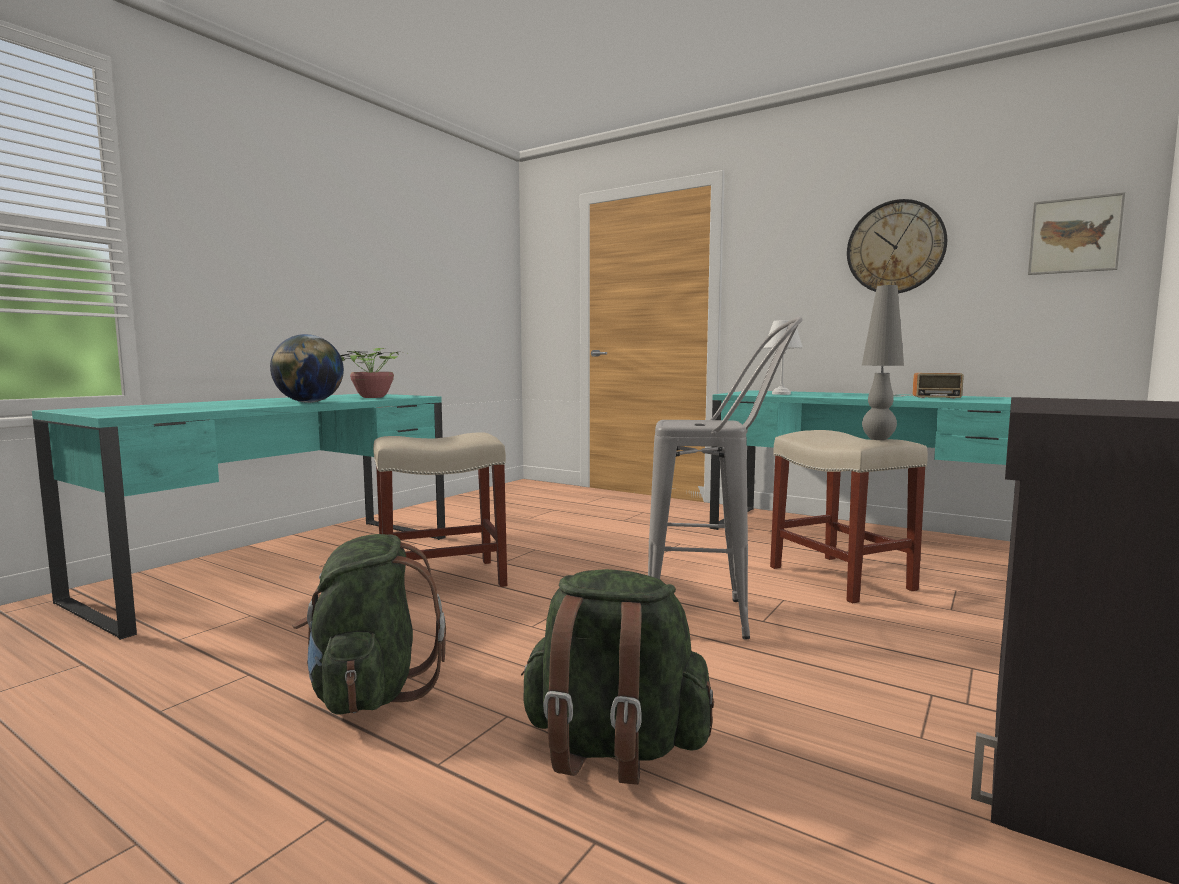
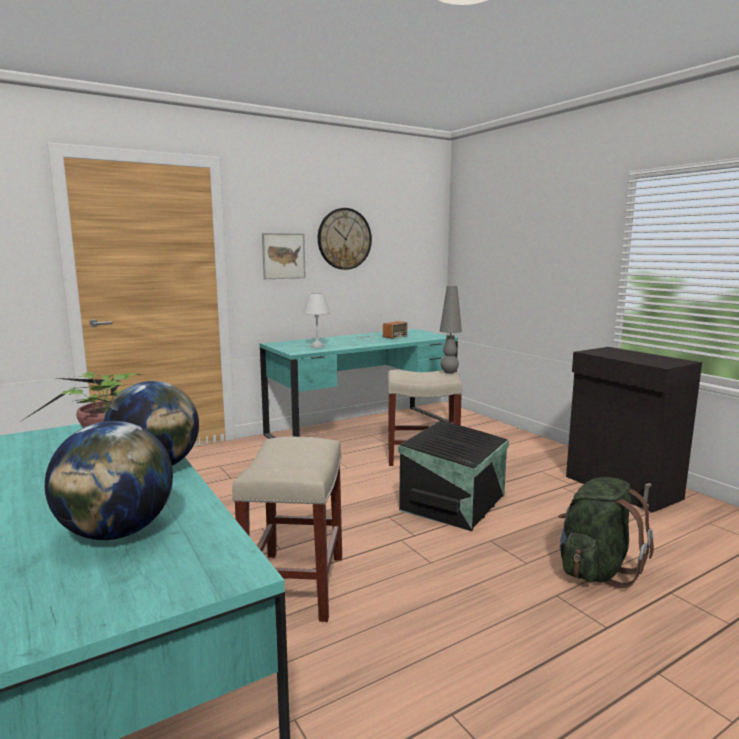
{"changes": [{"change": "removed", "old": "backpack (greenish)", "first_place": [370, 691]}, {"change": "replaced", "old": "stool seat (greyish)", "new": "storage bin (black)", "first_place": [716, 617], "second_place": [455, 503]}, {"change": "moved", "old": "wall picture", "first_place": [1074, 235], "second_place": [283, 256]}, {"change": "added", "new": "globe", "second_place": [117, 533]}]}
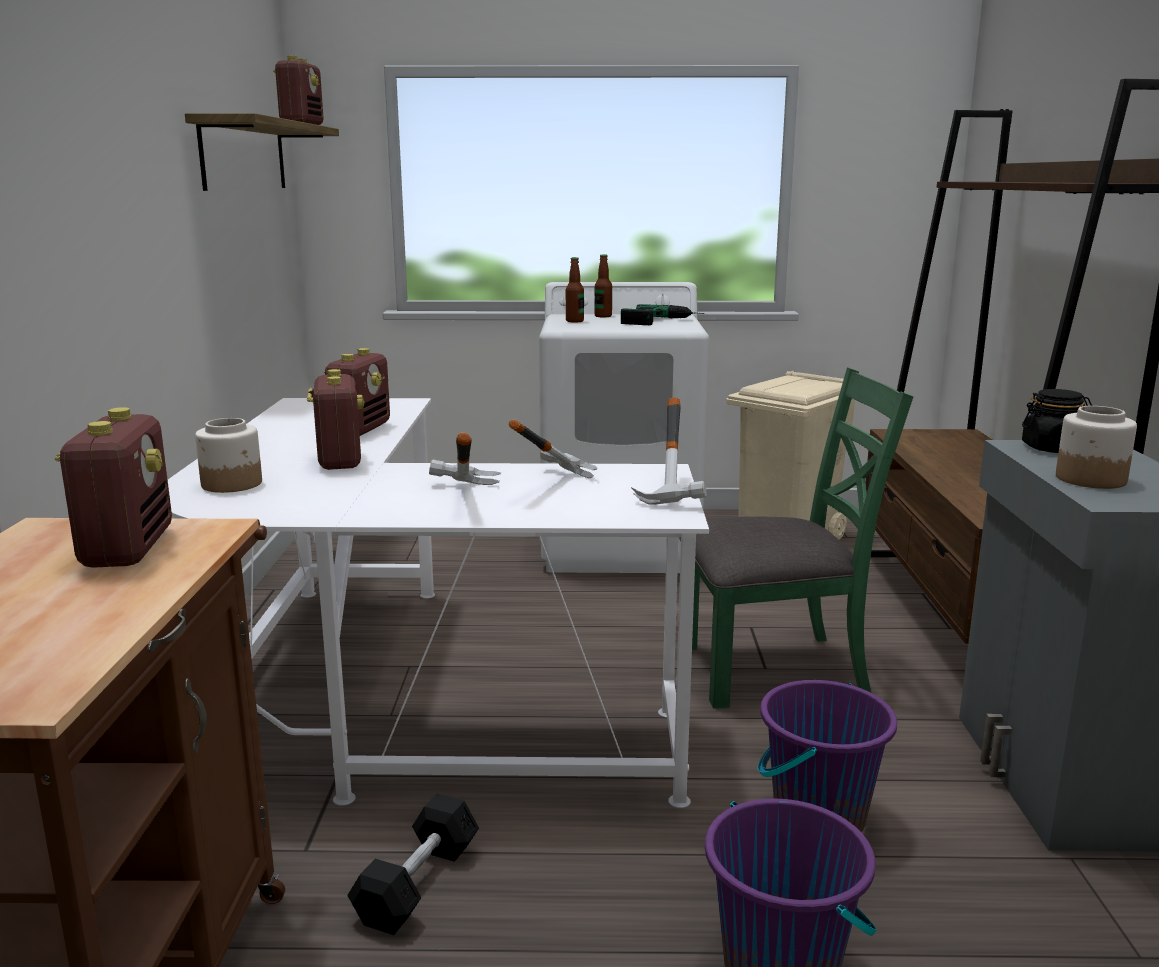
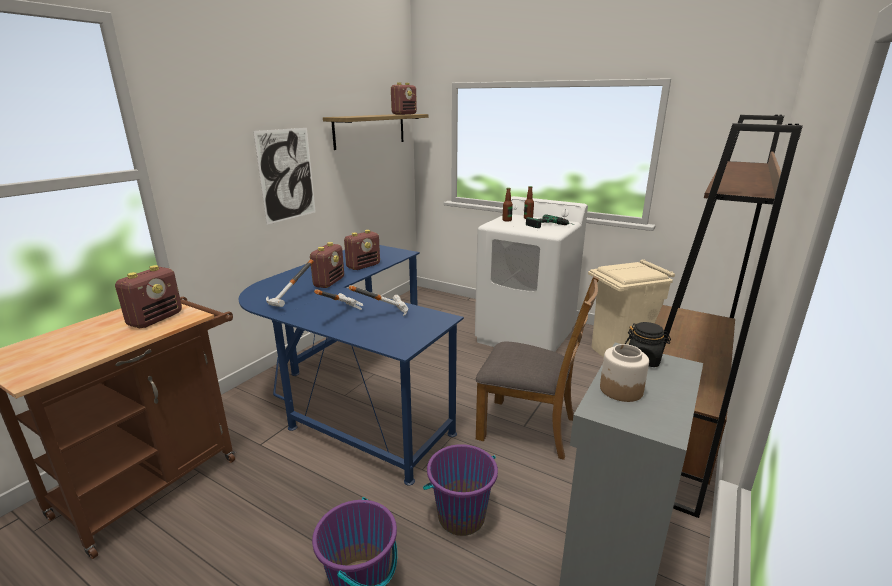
{"changes": [{"change": "recoloured", "old": "desk unit (white)", "new": "desk unit (blue)", "first_place": [401, 701], "second_place": [354, 390]}, {"change": "removed", "old": "storage jar", "first_place": [232, 484]}, {"change": "removed", "old": "dumbbell (black)", "first_place": [417, 884]}, {"change": "moved", "old": "tool hammer", "first_place": [680, 492], "second_place": [294, 302]}, {"change": "recoloured", "old": "upright chair (greenish)", "new": "upright chair (brown)", "first_place": [774, 668], "second_place": [528, 427]}, {"change": "added", "new": "wall picture", "second_place": [287, 175]}]}
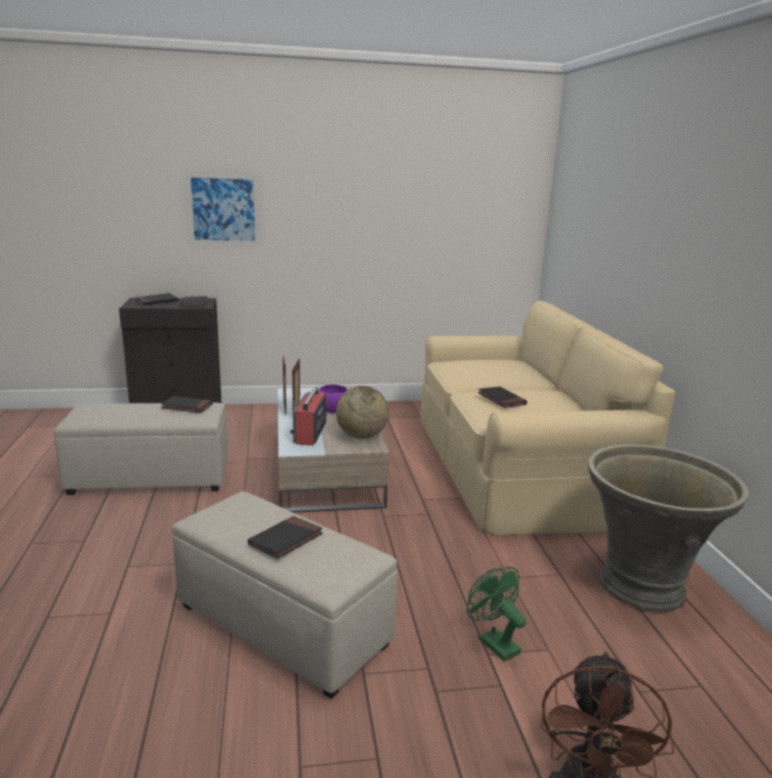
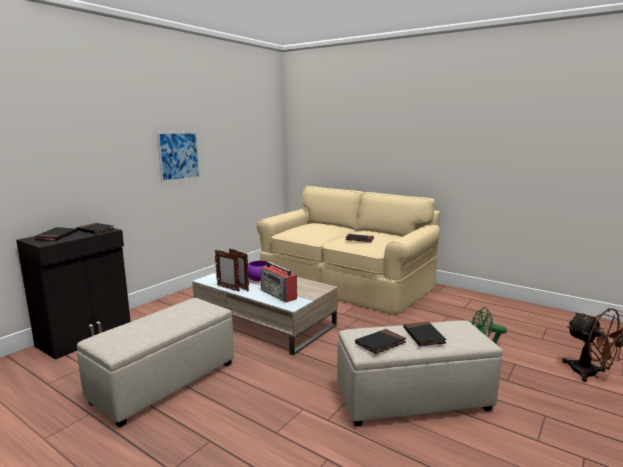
{"changes": [{"change": "moved", "old": "book (black)", "first_place": [187, 407], "second_place": [380, 343]}, {"change": "moved", "old": "wall picture", "first_place": [223, 209], "second_place": [179, 156]}, {"change": "removed", "old": "globe", "first_place": [361, 436]}, {"change": "removed", "old": "plant pot (greyish)", "first_place": [643, 586]}]}
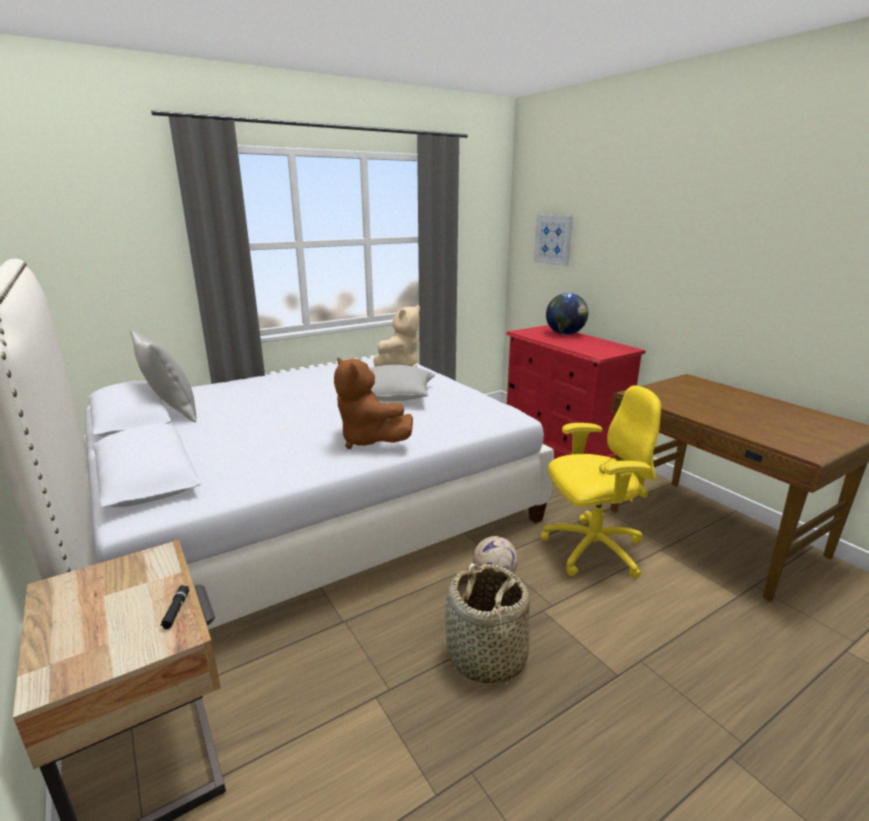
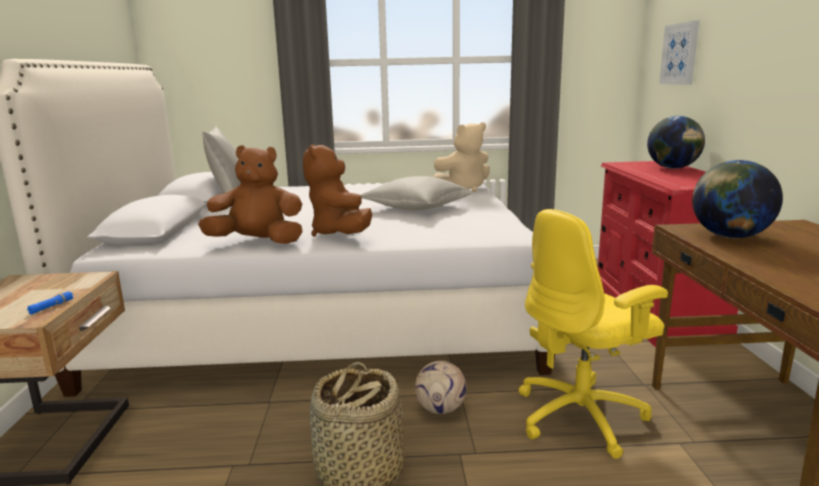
{"changes": [{"change": "recoloured", "old": "flashlight (black)", "new": "flashlight (blue)", "first_place": [176, 610], "second_place": [51, 306]}, {"change": "turned", "old": "office chair (yellow)", "first_place": [591, 549], "second_place": [582, 417], "degrees": 135}, {"change": "added", "new": "cuddly toy (brown)", "second_place": [258, 242]}, {"change": "added", "new": "globe", "second_place": [729, 236]}]}
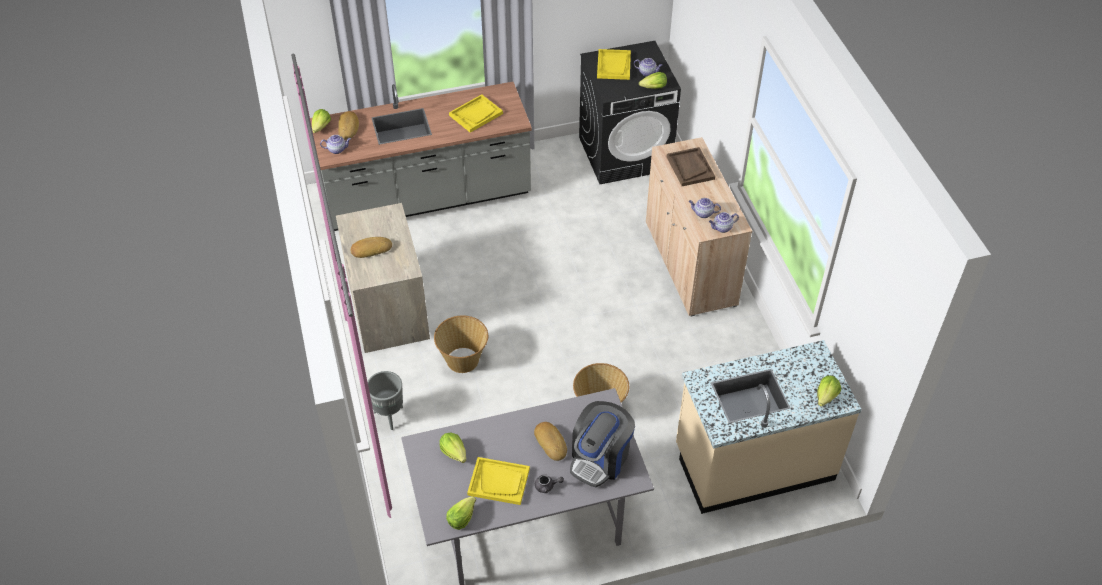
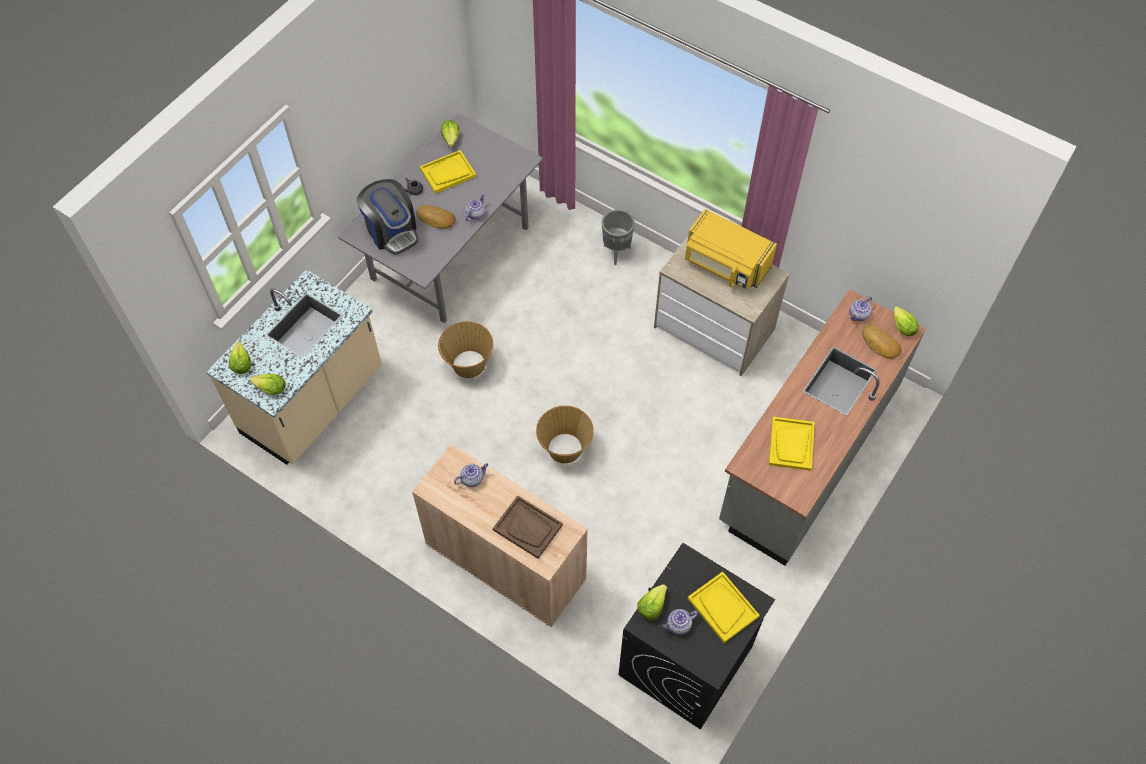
{"changes": [{"change": "replaced", "old": "baked bread", "new": "microwave (yellow)", "first_place": [371, 249], "second_place": [725, 265]}, {"change": "moved", "old": "basket", "first_place": [463, 359], "second_place": [565, 449]}, {"change": "moved", "old": "head of lettuce", "first_place": [454, 452], "second_place": [270, 388]}, {"change": "turned", "old": "coffee maker", "first_place": [600, 458], "second_place": [392, 231], "degrees": 150}, {"change": "moved", "old": "pot for tea", "first_place": [722, 228], "second_place": [475, 214]}]}
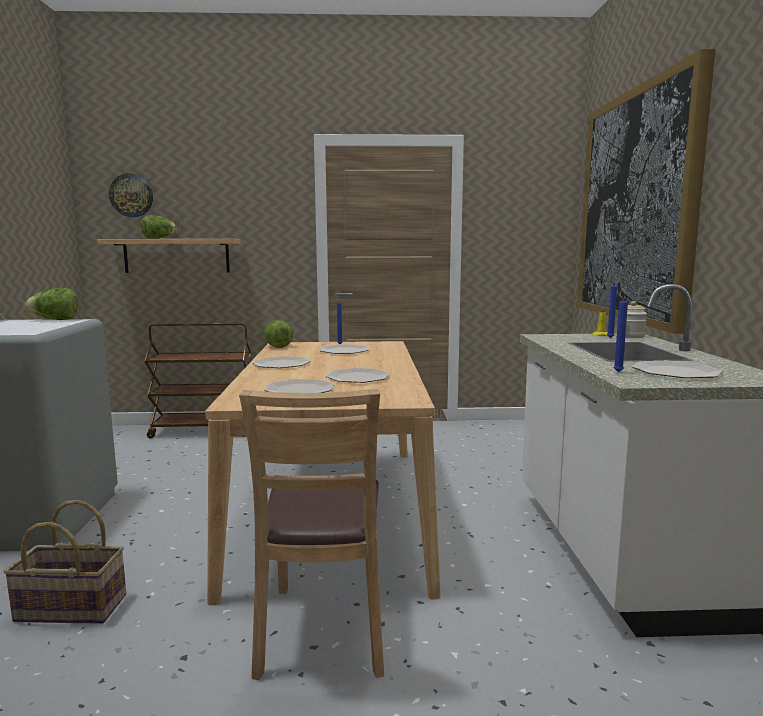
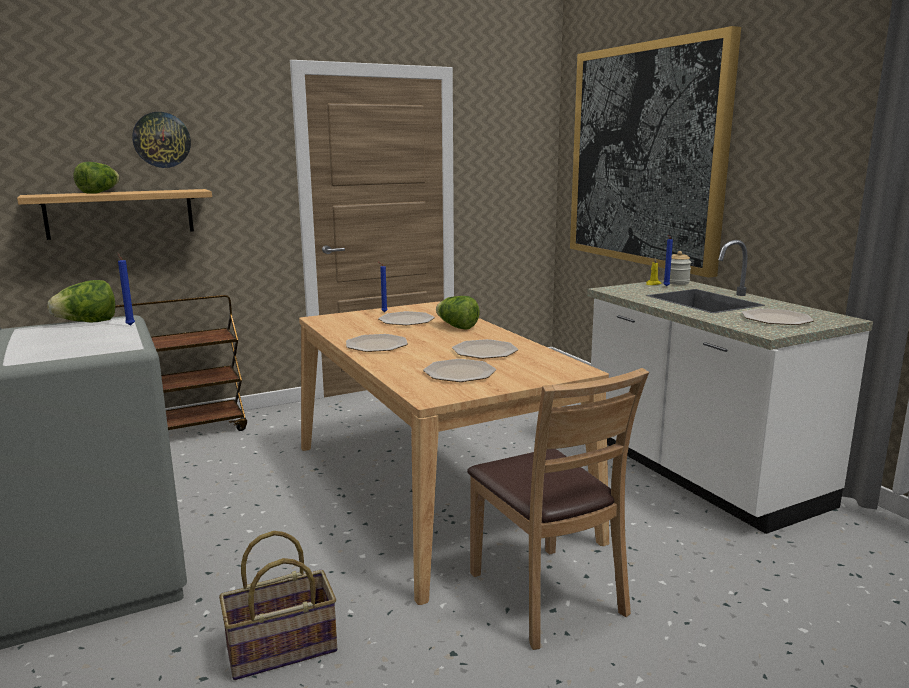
{"changes": [{"change": "moved", "old": "wall clock", "first_place": [131, 195], "second_place": [161, 140]}, {"change": "moved", "old": "head of lettuce", "first_place": [277, 346], "second_place": [457, 327]}, {"change": "moved", "old": "wax candle (blue)", "first_place": [617, 371], "second_place": [130, 325]}]}
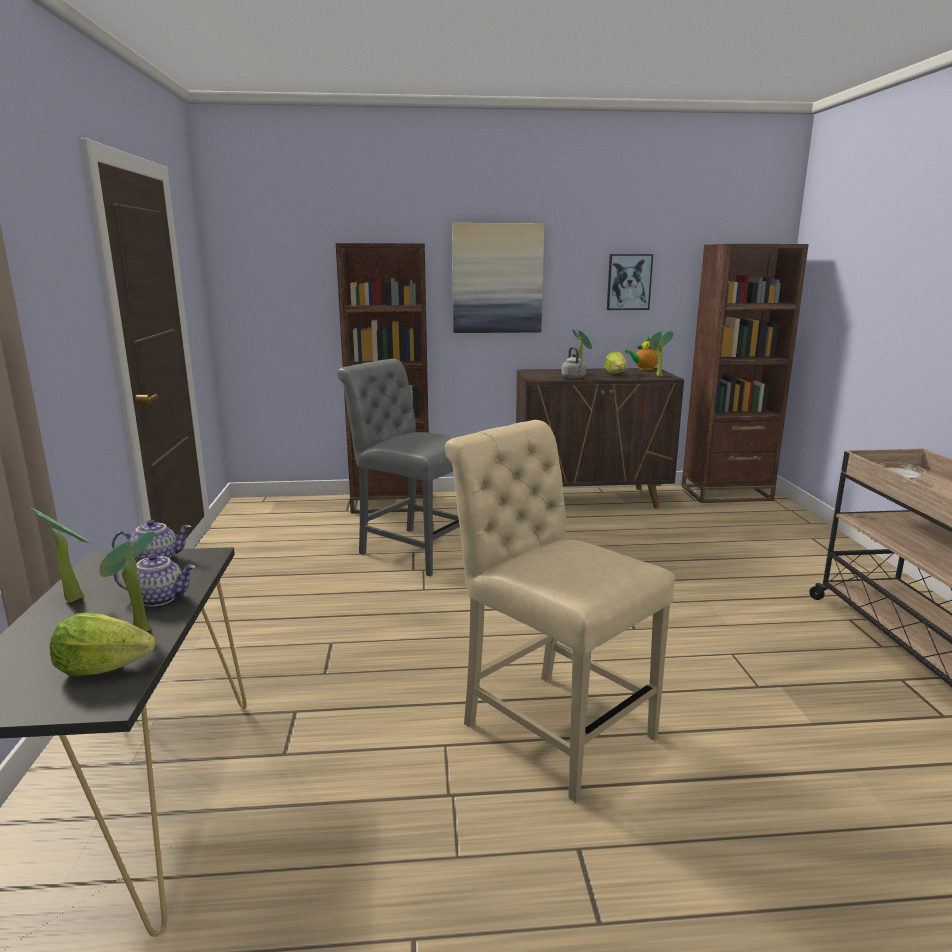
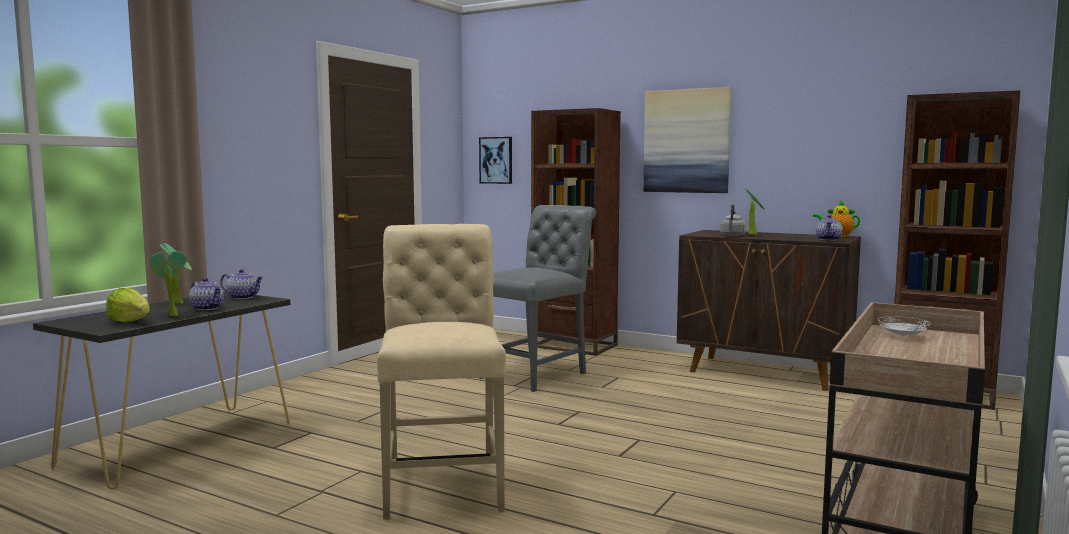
{"changes": [{"change": "turned", "old": "upright chair (greyish)", "first_place": [414, 549], "second_place": [537, 374], "degrees": 60}, {"change": "removed", "old": "head of lettuce", "first_place": [616, 374]}, {"change": "moved", "old": "wall picture", "first_place": [629, 282], "second_place": [496, 160]}, {"change": "replaced", "old": "potted plant", "new": "pot for tea", "first_place": [657, 375], "second_place": [829, 239]}]}
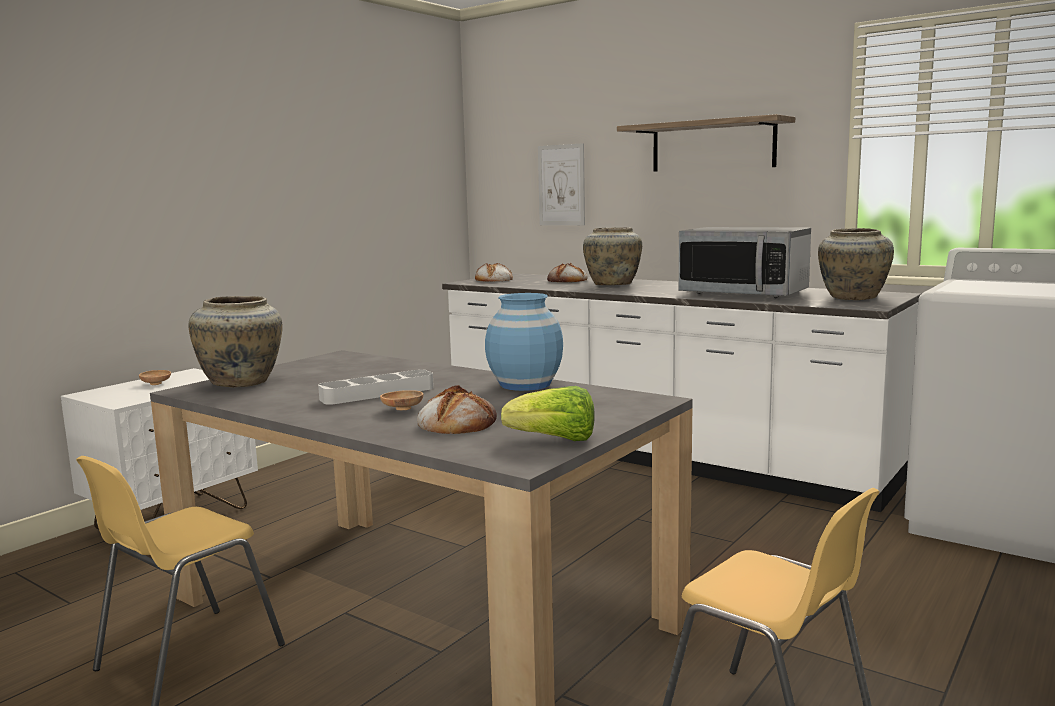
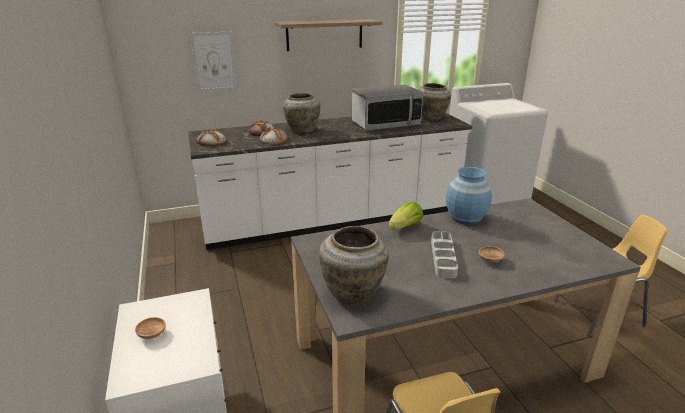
{"changes": [{"change": "moved", "old": "baked bread", "first_place": [456, 422], "second_place": [273, 140]}, {"change": "moved", "old": "head of lettuce", "first_place": [554, 440], "second_place": [405, 227]}]}
